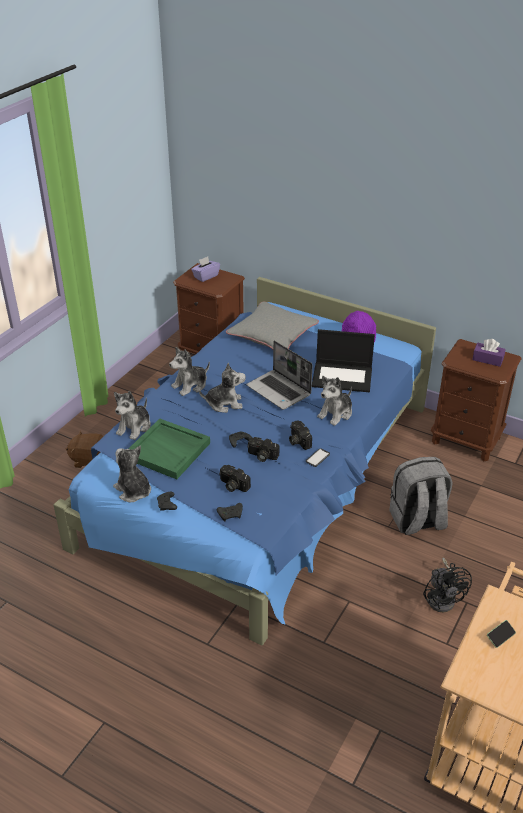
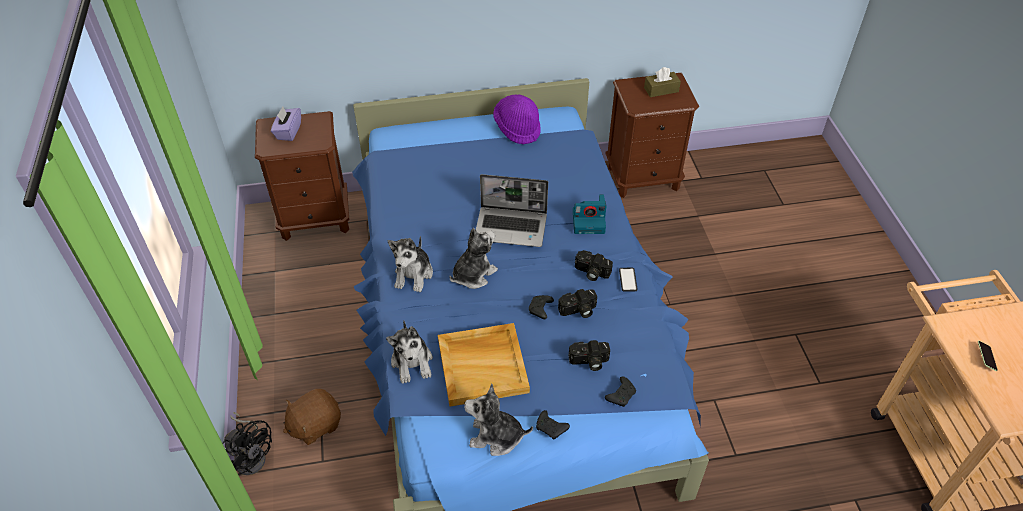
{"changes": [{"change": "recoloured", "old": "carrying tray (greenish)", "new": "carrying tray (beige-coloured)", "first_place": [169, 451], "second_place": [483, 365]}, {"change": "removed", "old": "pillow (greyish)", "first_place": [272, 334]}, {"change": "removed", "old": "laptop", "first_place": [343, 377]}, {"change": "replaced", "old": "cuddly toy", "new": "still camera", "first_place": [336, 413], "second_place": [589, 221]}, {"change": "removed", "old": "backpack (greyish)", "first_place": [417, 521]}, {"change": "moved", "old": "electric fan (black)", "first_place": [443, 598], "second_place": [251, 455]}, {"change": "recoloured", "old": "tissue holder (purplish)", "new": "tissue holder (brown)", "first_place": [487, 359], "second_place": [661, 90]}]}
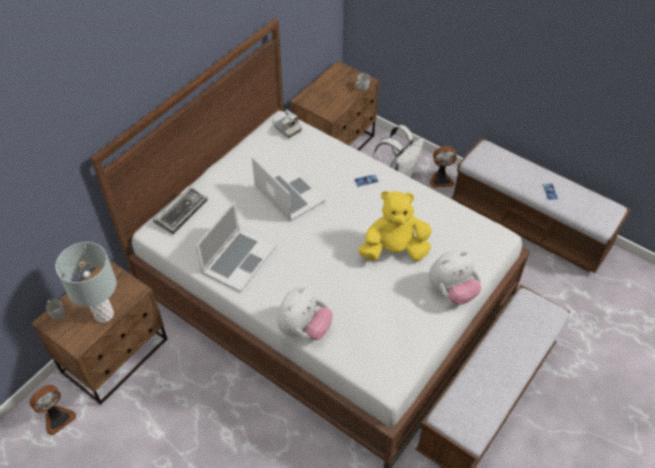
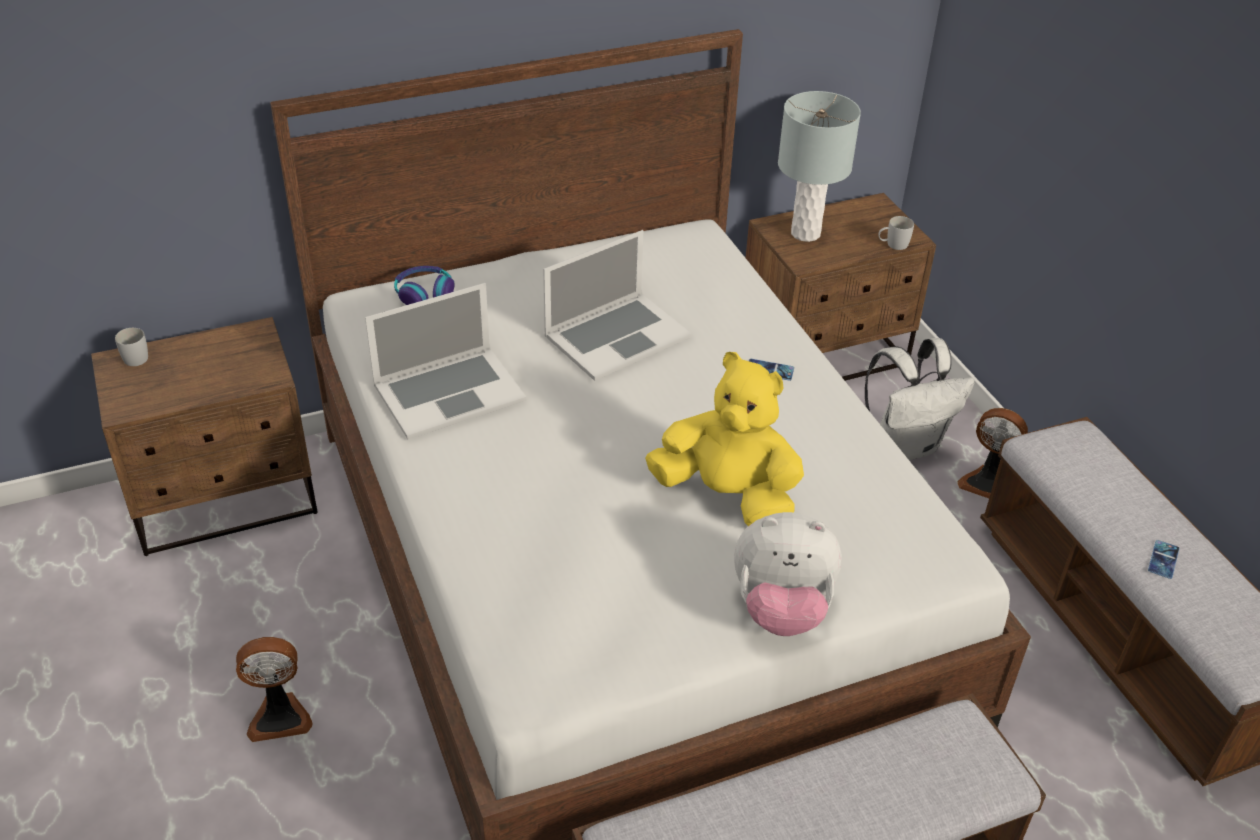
{"changes": [{"change": "moved", "old": "electric fan", "first_place": [57, 418], "second_place": [279, 716]}, {"change": "moved", "old": "tabletop lamp (greyish)", "first_place": [104, 314], "second_place": [805, 233]}, {"change": "replaced", "old": "PC keyboard", "new": "headphones", "first_place": [181, 212], "second_place": [424, 292]}, {"change": "turned", "old": "laptop", "first_place": [289, 193], "second_place": [617, 336], "degrees": 60}, {"change": "removed", "old": "still camera", "first_place": [287, 128]}, {"change": "removed", "old": "cuddly toy", "first_place": [304, 328]}]}
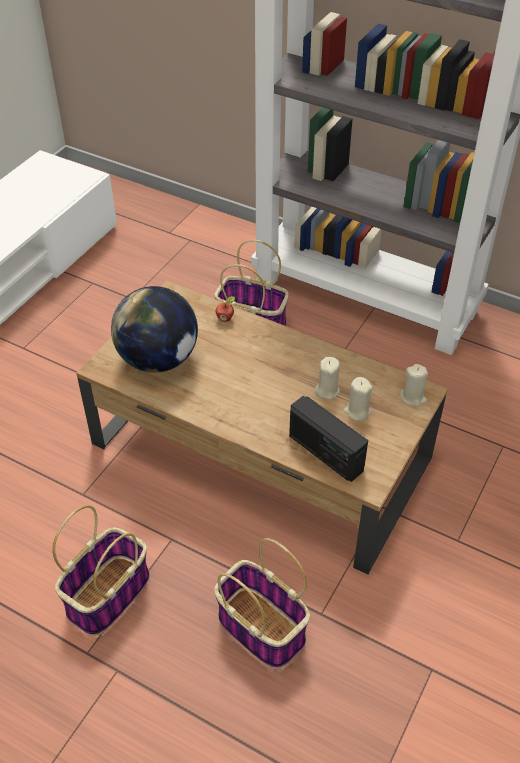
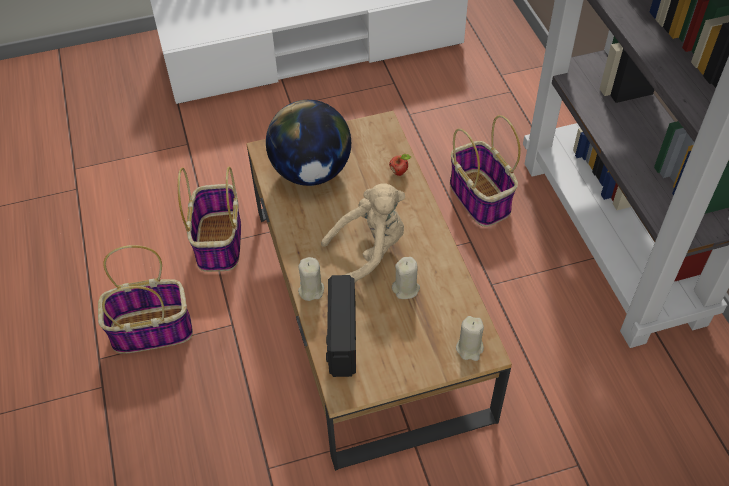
{"changes": [{"change": "moved", "old": "basket", "first_place": [259, 627], "second_place": [219, 241]}, {"change": "moved", "old": "wax candle (beige-coloured)", "first_place": [357, 411], "second_place": [311, 290]}, {"change": "added", "new": "cuddly toy (beige-coloured)", "second_place": [370, 250]}]}
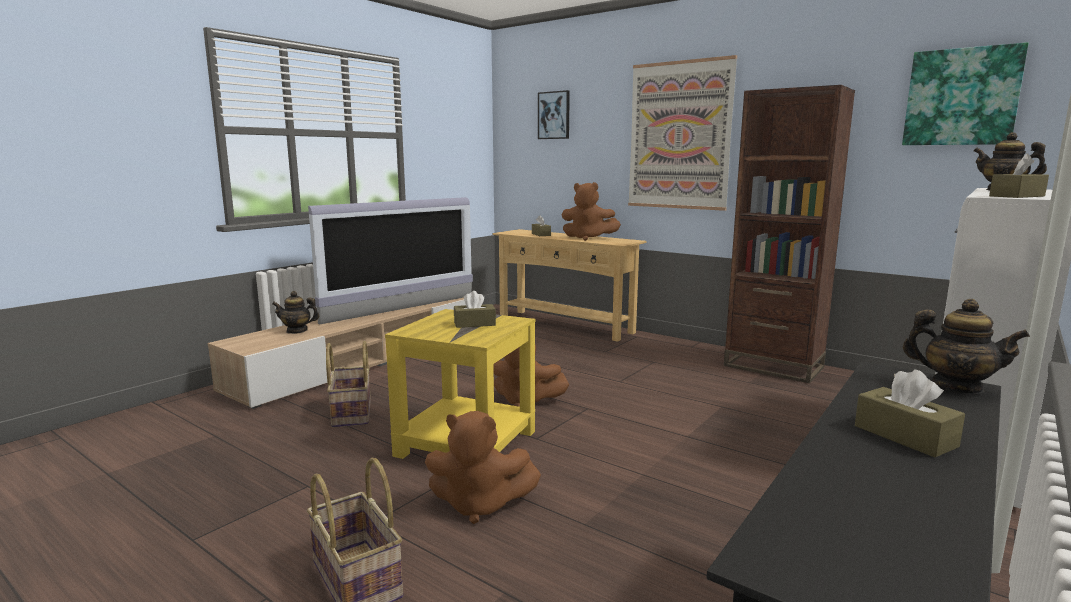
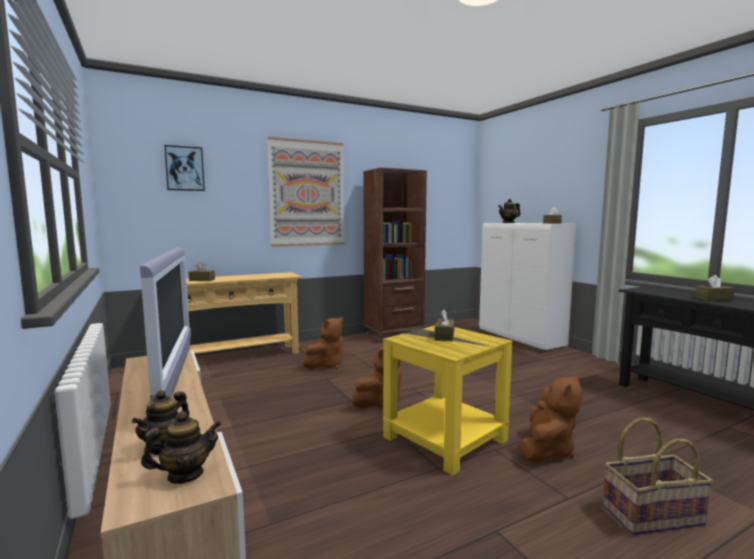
{"changes": [{"change": "removed", "old": "basket", "first_place": [350, 413]}, {"change": "moved", "old": "cuddly toy (brown)", "first_place": [588, 238], "second_place": [327, 365]}, {"change": "removed", "old": "wall picture", "first_place": [961, 97]}, {"change": "moved", "old": "pot for tea", "first_place": [956, 387], "second_place": [185, 475]}]}
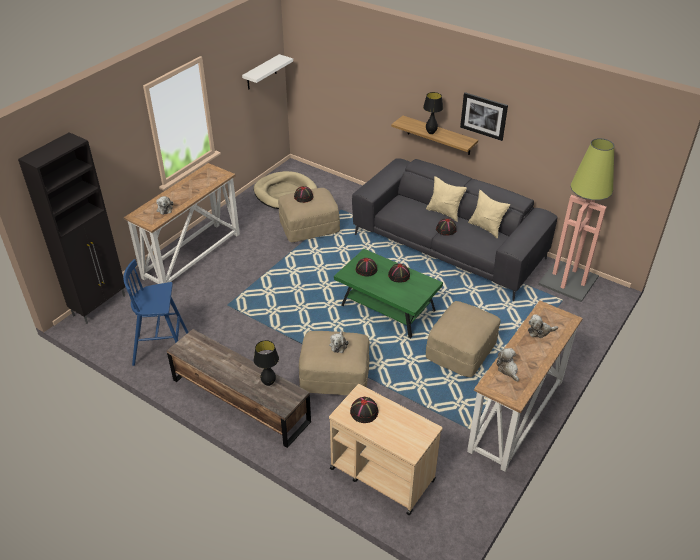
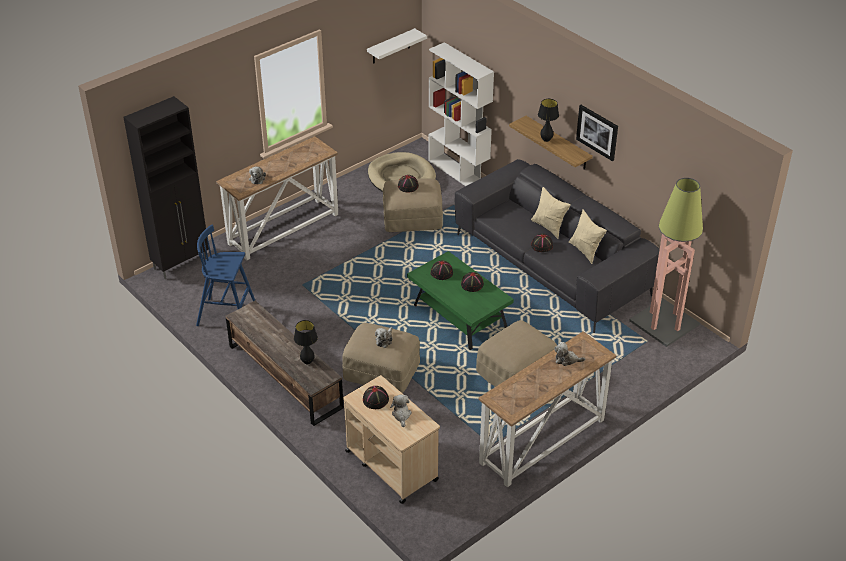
{"changes": [{"change": "moved", "old": "cuddly toy", "first_place": [508, 369], "second_place": [401, 415]}, {"change": "added", "new": "shelving unit (white)", "second_place": [459, 172]}]}
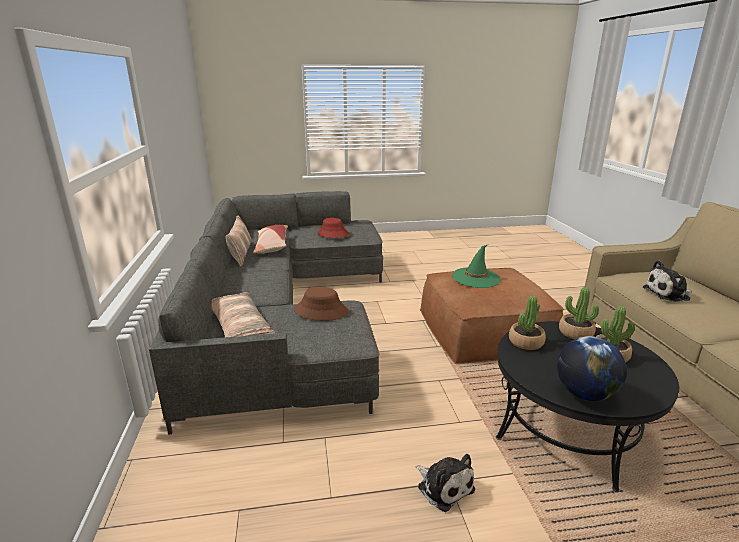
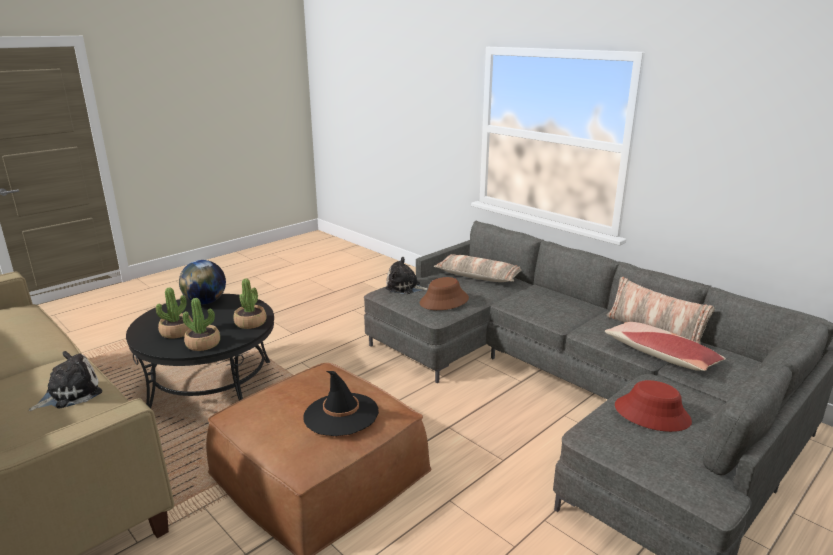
{"changes": [{"change": "moved", "old": "cuddly toy", "first_place": [443, 486], "second_place": [405, 287]}, {"change": "recoloured", "old": "clothing hat (greenish)", "new": "clothing hat (black)", "first_place": [476, 278], "second_place": [341, 414]}]}
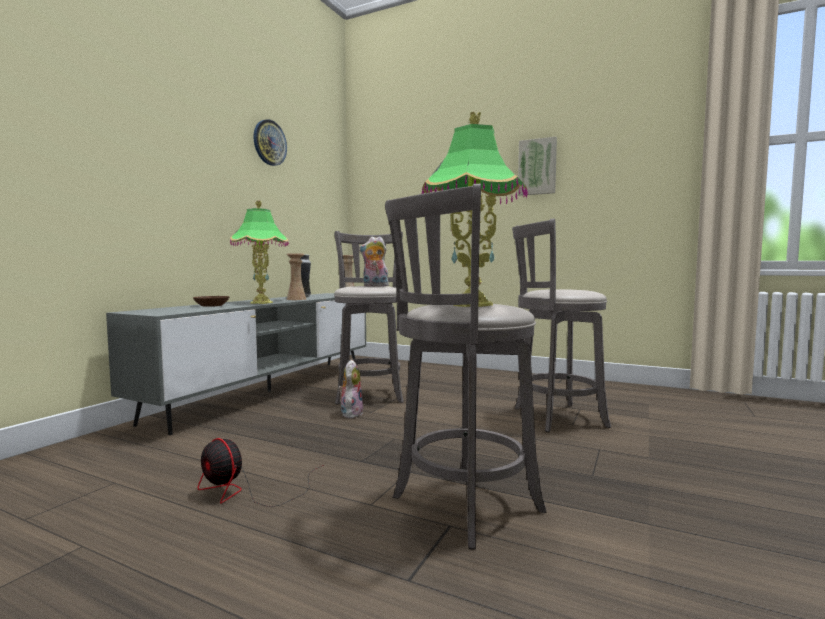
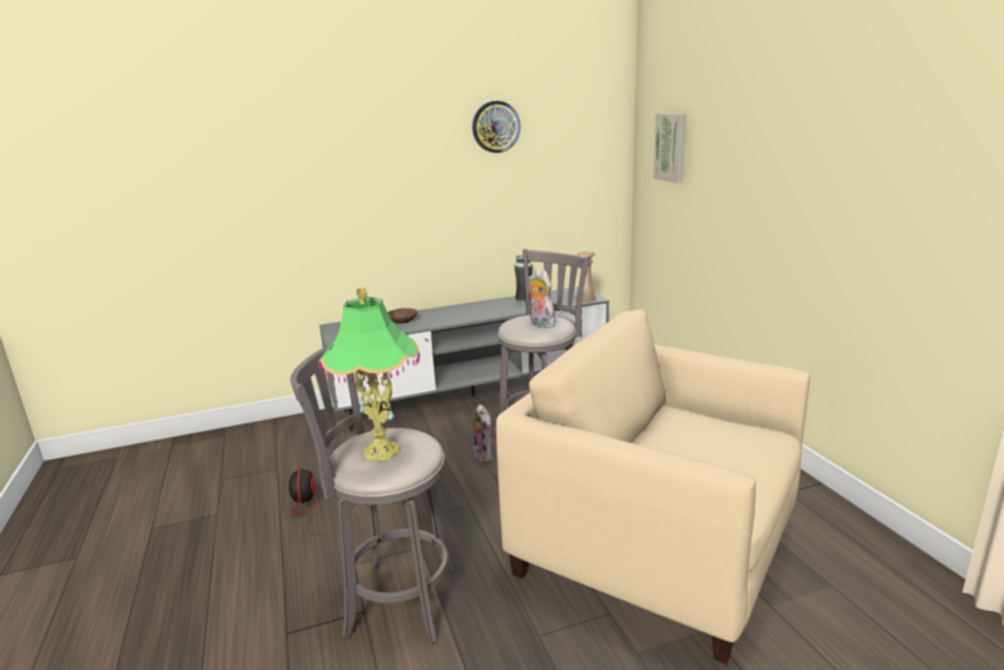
{"changes": [{"change": "removed", "old": "tabletop lamp", "first_place": [261, 303]}, {"change": "removed", "old": "flower vase (beige-coloured)", "first_place": [296, 299]}, {"change": "turned", "old": "cuddly toy", "first_place": [350, 413], "second_place": [486, 455], "degrees": 105}, {"change": "replaced", "old": "stool seat (greyish)", "new": "easy chair (beige-coloured)", "first_place": [554, 417], "second_place": [655, 548]}, {"change": "moved", "old": "wall picture", "first_place": [537, 167], "second_place": [671, 147]}]}
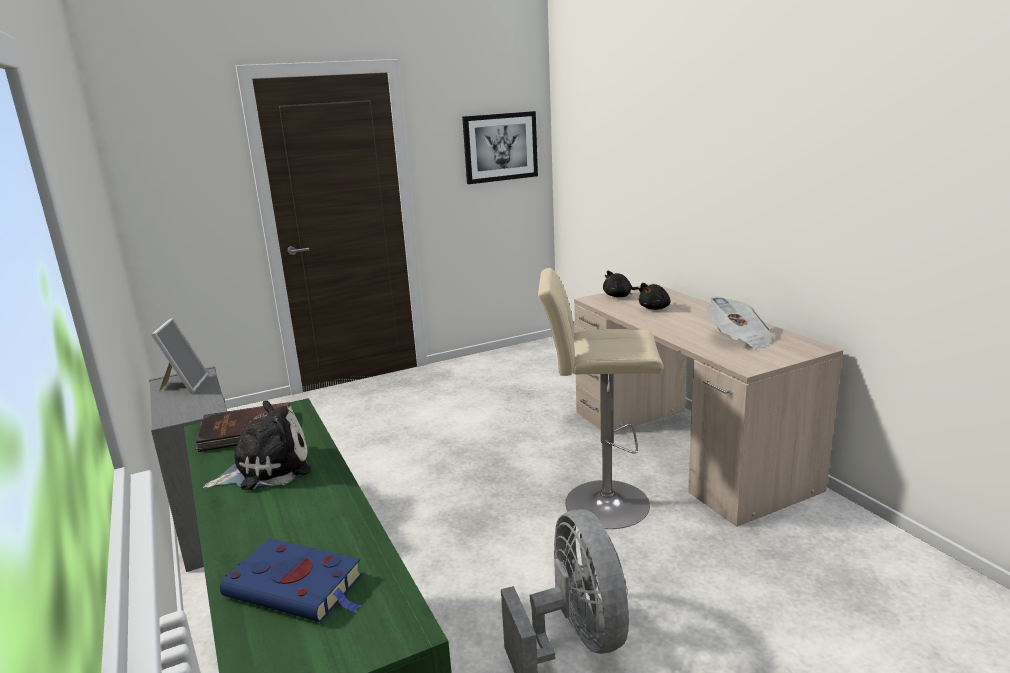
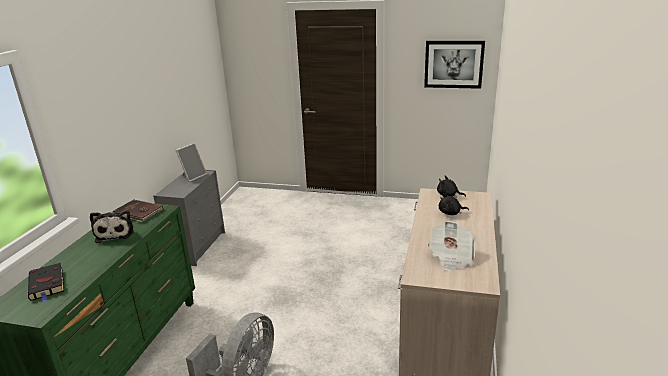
{"changes": [{"change": "turned", "old": "cuddly toy", "first_place": [266, 468], "second_place": [115, 233], "degrees": 60}, {"change": "recoloured", "old": "book (blue)", "new": "book (black)", "first_place": [297, 587], "second_place": [47, 285]}, {"change": "removed", "old": "stool seat (beige-coloured)", "first_place": [600, 504]}]}
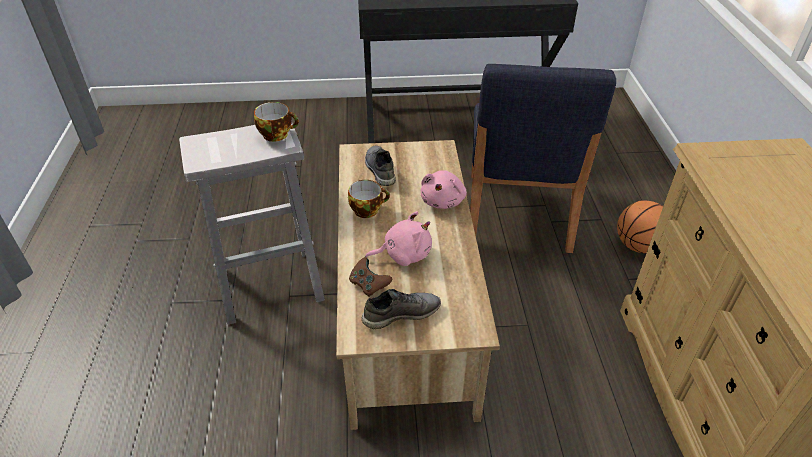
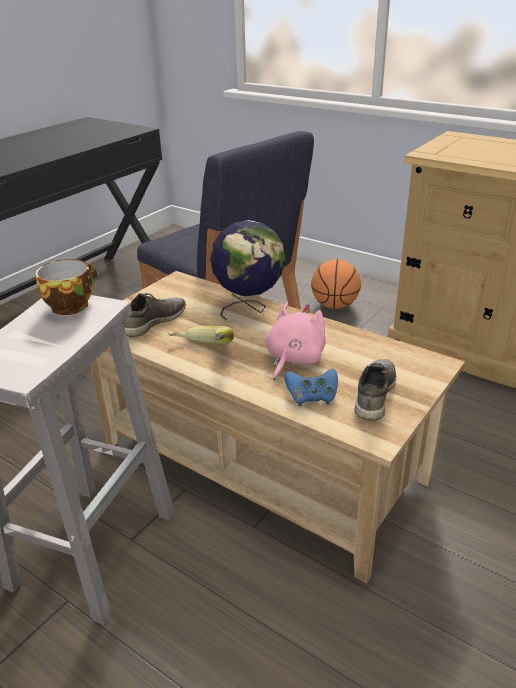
{"changes": [{"change": "replaced", "old": "cup", "new": "banana", "first_place": [367, 209], "second_place": [201, 352]}, {"change": "recoloured", "old": "game controller (brown)", "new": "game controller (blue)", "first_place": [369, 285], "second_place": [311, 397]}, {"change": "turned", "old": "shoe (greyish)", "first_place": [379, 170], "second_place": [153, 322], "degrees": 105}, {"change": "replaced", "old": "cuddly toy (pinkish)", "new": "globe", "first_place": [443, 200], "second_place": [249, 309]}]}
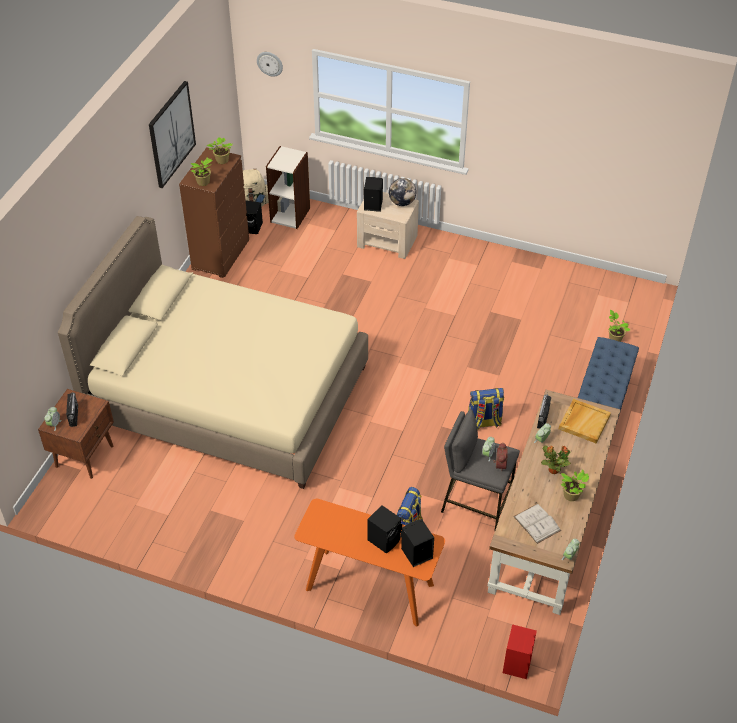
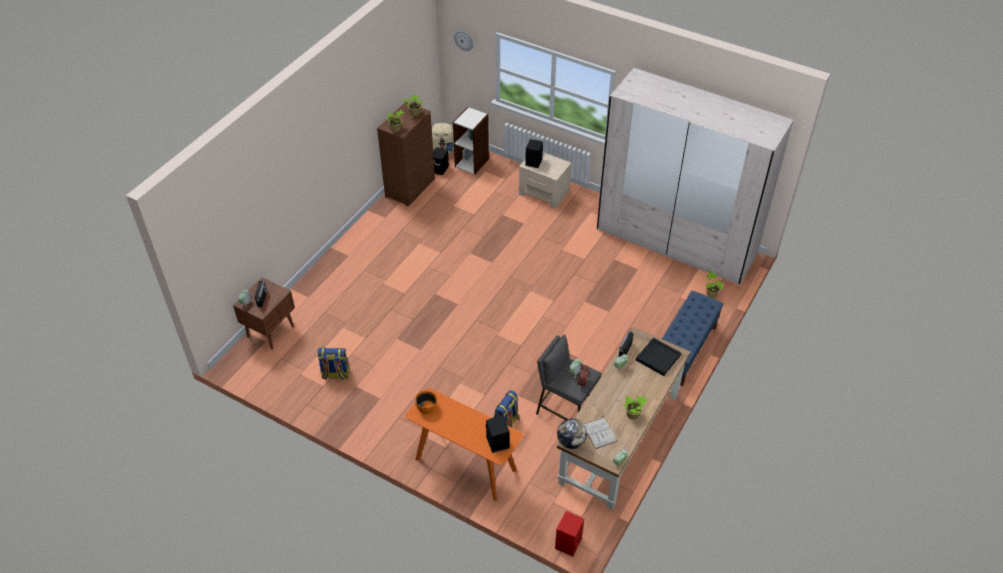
{"changes": [{"change": "removed", "old": "sleeping bed (beige-coloured)", "first_place": [228, 394]}, {"change": "removed", "old": "wall picture", "first_place": [171, 134]}, {"change": "removed", "old": "speaker (black)", "first_place": [385, 539]}, {"change": "moved", "old": "globe", "first_place": [402, 202], "second_place": [571, 442]}, {"change": "moved", "old": "backpack", "first_place": [484, 422], "second_place": [335, 374]}, {"change": "removed", "old": "potted plant", "first_place": [553, 470]}, {"change": "recoloured", "old": "carrying tray (beige-coloured)", "new": "carrying tray (black)", "first_place": [584, 422], "second_place": [658, 357]}, {"change": "added", "new": "bowl (orange-coloured)", "second_place": [426, 407]}, {"change": "added", "new": "clothes cupboard (beige-coloured)", "second_place": [676, 242]}]}
